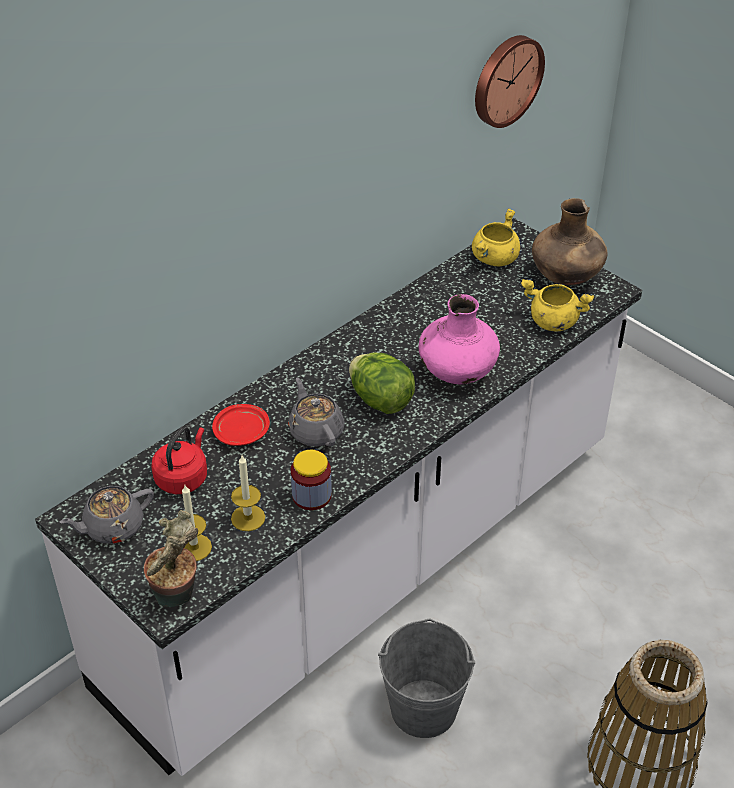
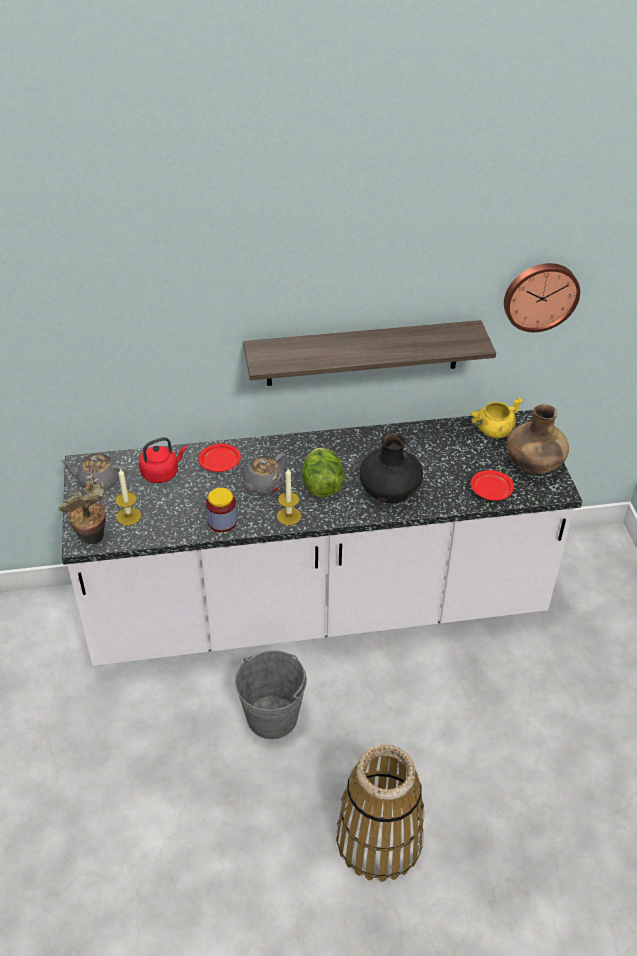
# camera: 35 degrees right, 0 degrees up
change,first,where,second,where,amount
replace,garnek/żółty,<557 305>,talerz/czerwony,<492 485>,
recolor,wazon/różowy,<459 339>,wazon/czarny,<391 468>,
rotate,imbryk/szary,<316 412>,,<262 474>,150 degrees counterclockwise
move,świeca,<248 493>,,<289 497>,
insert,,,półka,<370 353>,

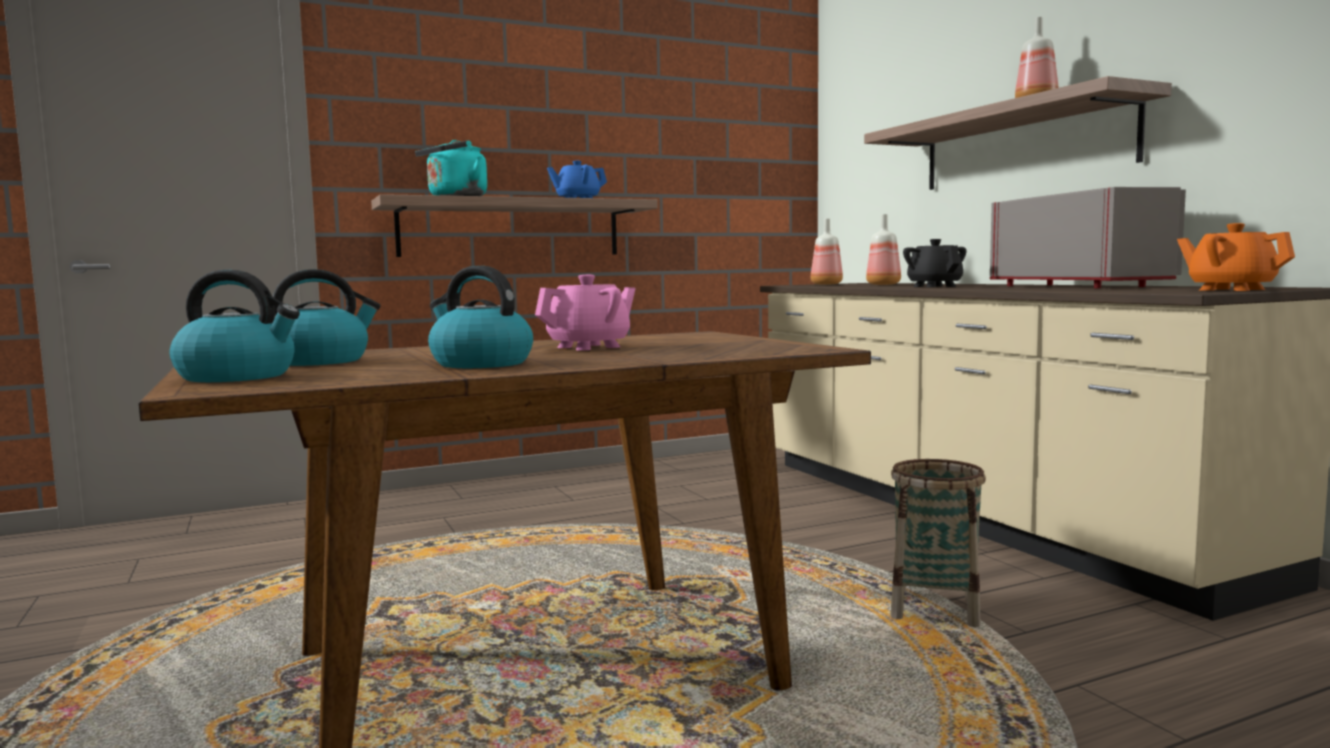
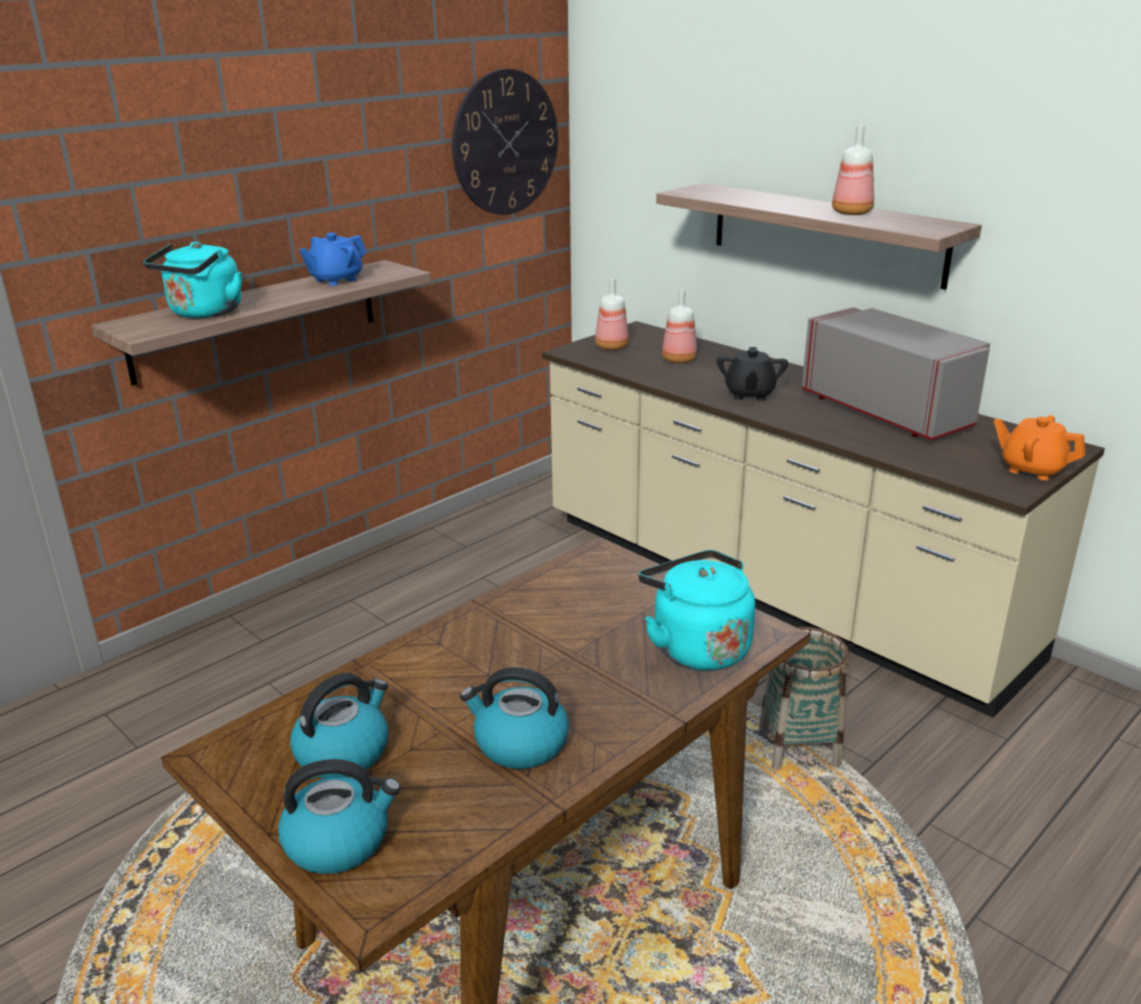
# camera: 20 degrees left, 20 degrees up
change,first,where,second,where,amount
rotate,imbryk/czarny,<935 263>,,<752 374>,135 degrees counterclockwise
delete,imbryk/różowy,<585 313>,,,
insert,,,zegar ścienny,<505 142>,
insert,,,czajnik/turkusowy,<697 610>,

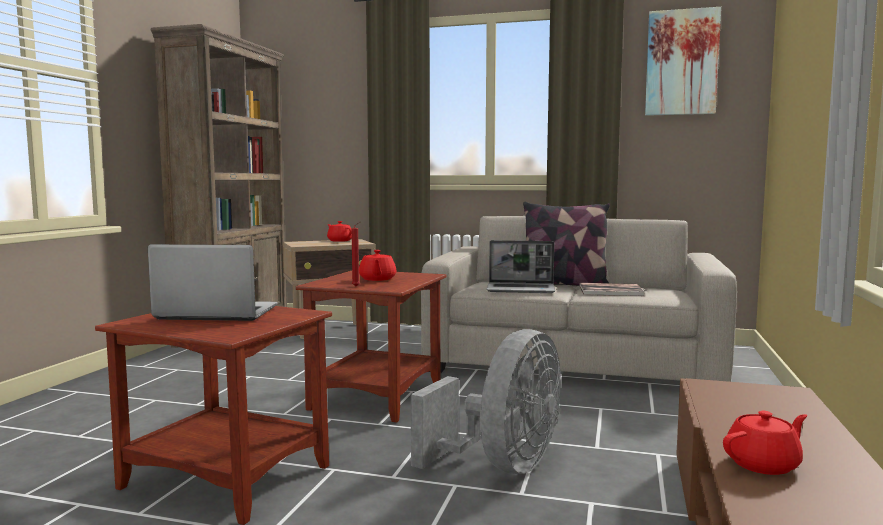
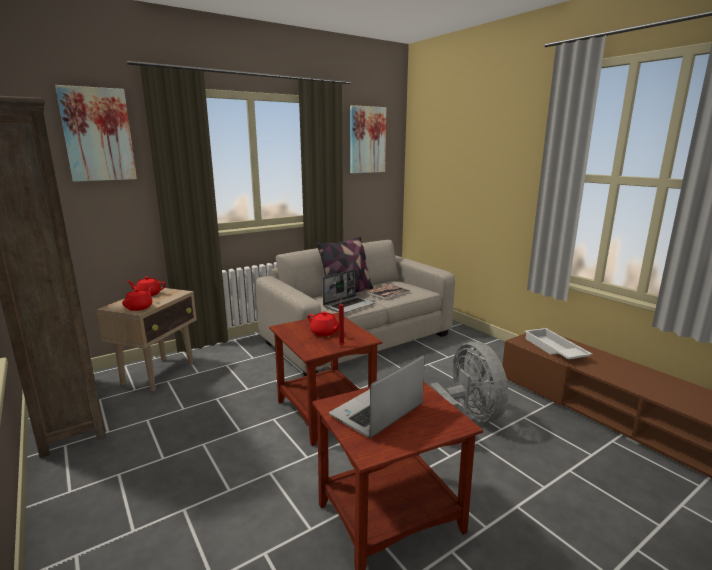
# camera: 50 degrees left, 10 degrees up
change,first,where,second,where,amount
move,imbryk/czerwony,<765 443>,,<137 299>,
insert,,,obraz,<96 133>,
insert,,,taca/biały,<558 343>,

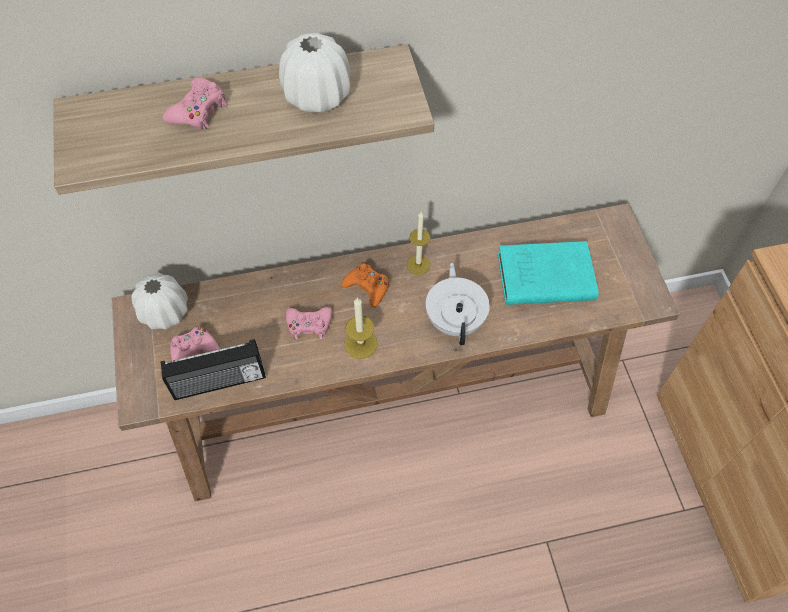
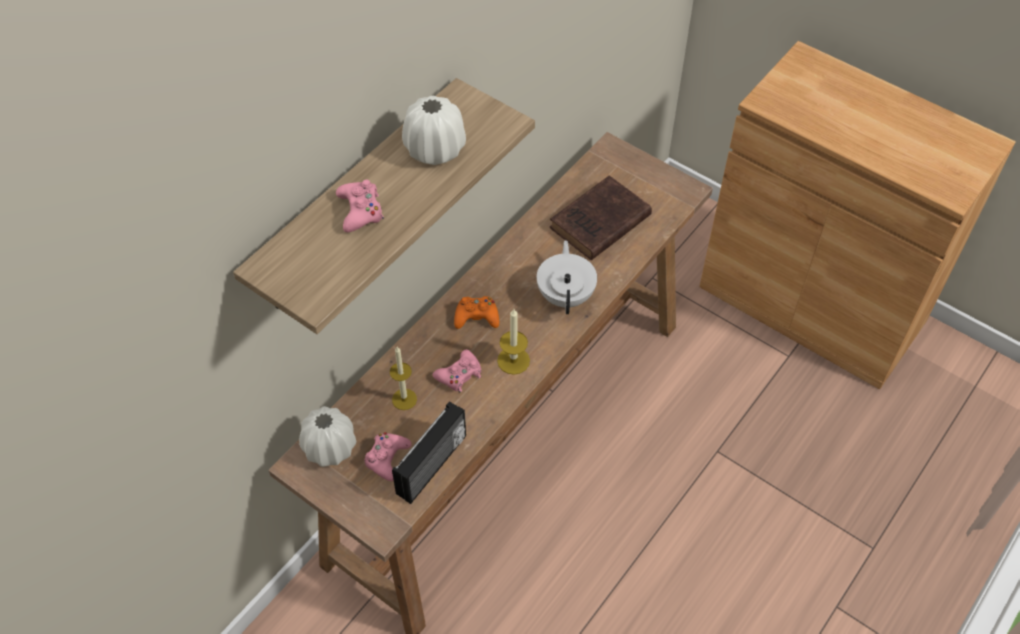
# camera: 40 degrees left, 5 degrees down
change,first,where,second,where,amount
move,świeca,<418 243>,,<403 378>,
recolor,książka/turkusowy,<548 273>,książka/brązowy,<601 218>,
rotate,imbryk/biały,<458 304>,,<567 277>,45 degrees clockwise

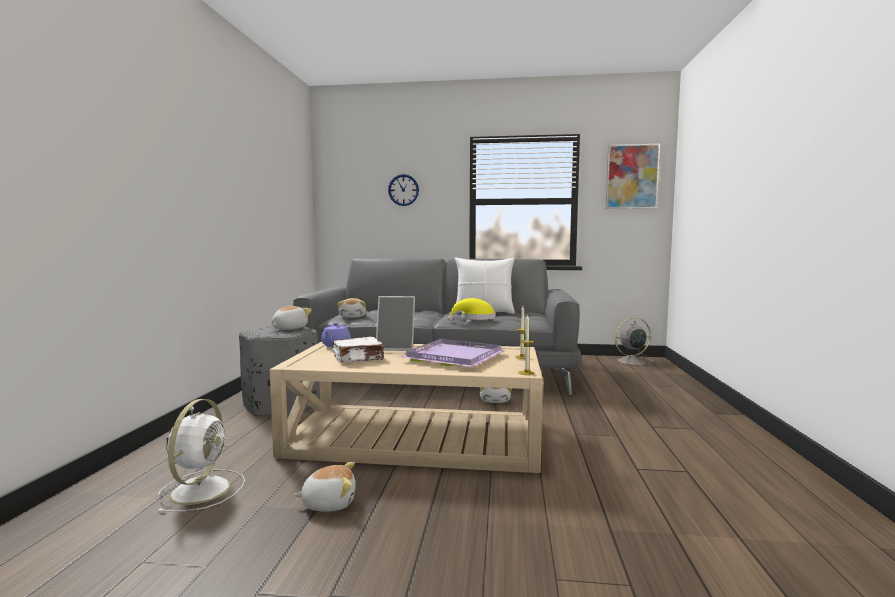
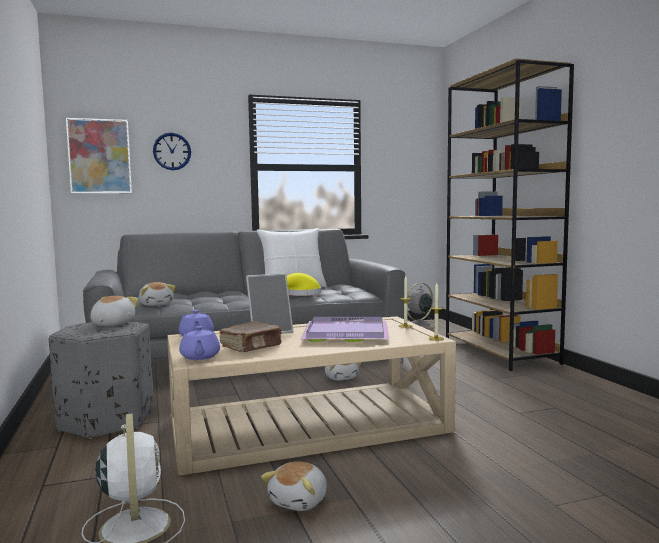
# camera: 25 degrees left, 0 degrees up
change,first,where,second,where,amount
move,obraz,<633 176>,,<99 156>,
recolor,książka/biały,<358 349>,książka/brązowy,<250 336>,
rotate,pluszak,<325 487>,,<294 486>,150 degrees clockwise
insert,,,regał/brązowy,<510 214>,
insert,,,imbryk/fioletowy,<199 343>,

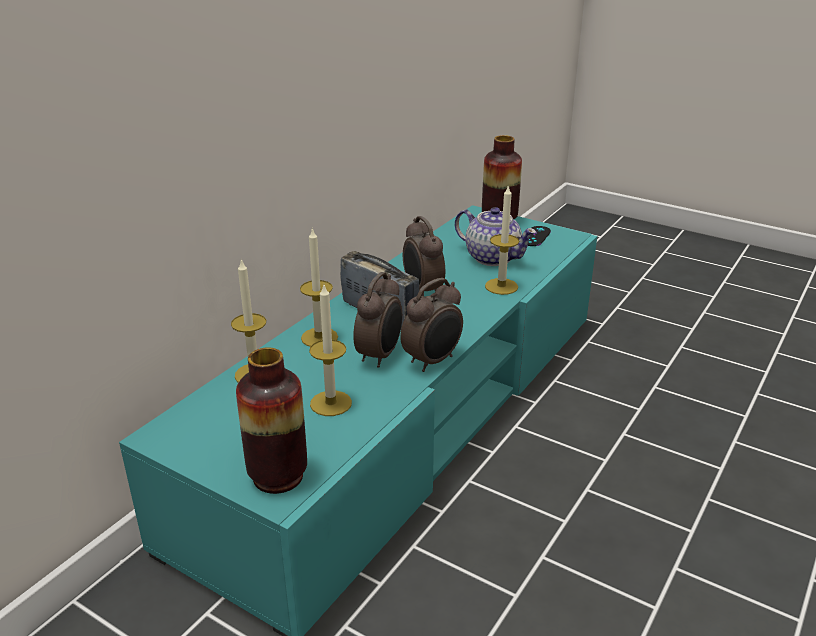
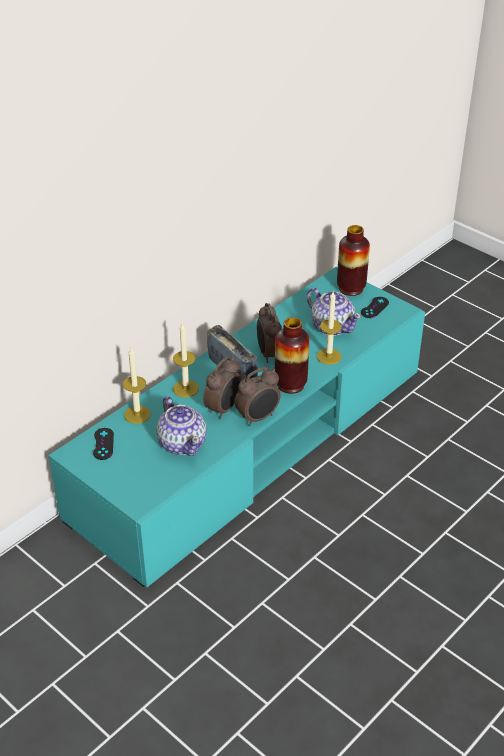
# camera: 10 degrees right, 10 degrees up
change,first,where,second,where,amount
replace,świeca,<330 350>,imbryk,<182 426>,
move,wazon,<271 420>,,<292 355>,
insert,,,pad do gier/czarny,<103 444>,

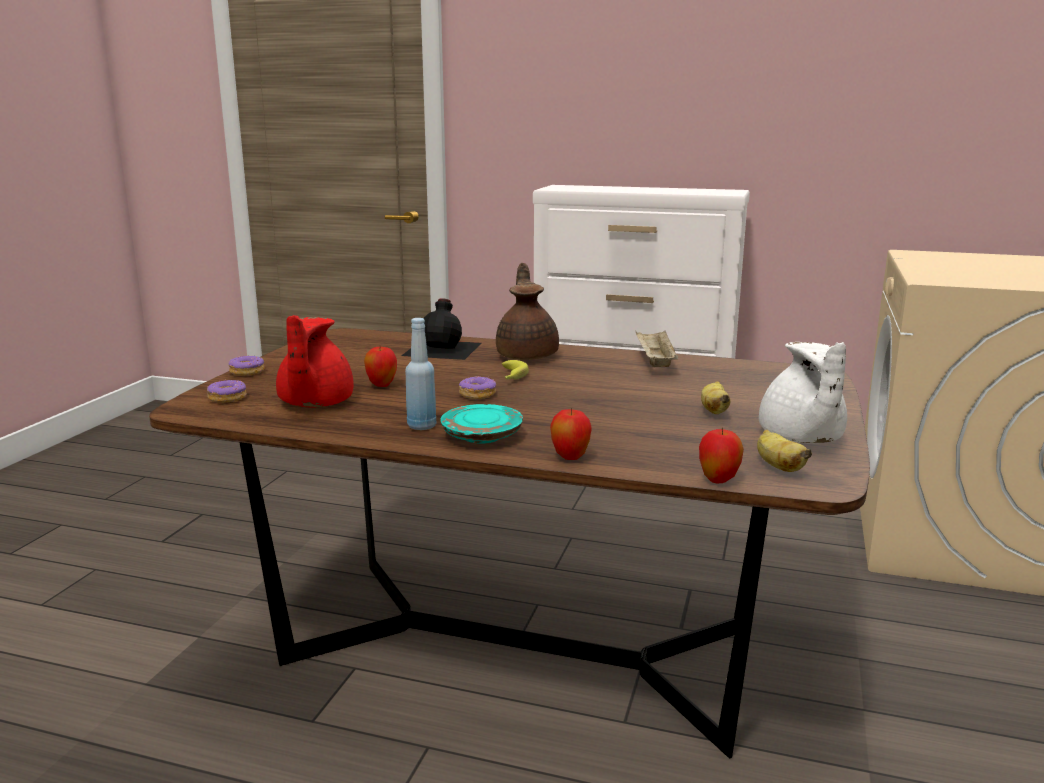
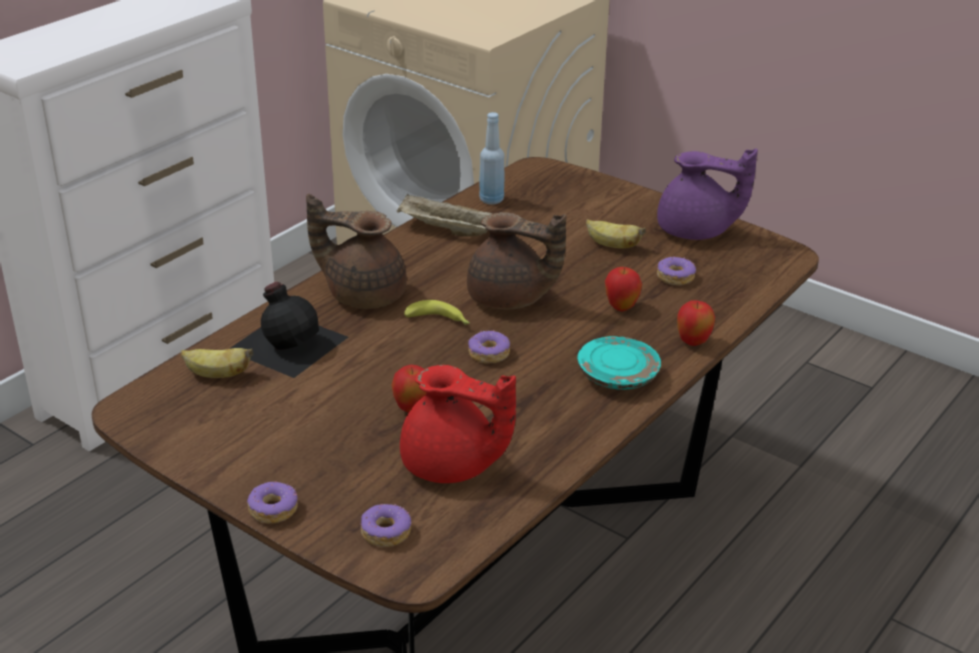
# camera: 70 degrees left, 15 degrees up
change,first,where,second,where,amount
move,butelka/niebieski,<420 374>,,<491 158>,
recolor,imbryk/biały,<803 392>,imbryk/fioletowy,<707 194>,
move,jabłko,<721 455>,,<623 289>,
move,banan,<784 451>,,<217 363>,
insert,,,imbryk/brązowy,<516 261>,
insert,,,donut,<676 271>,

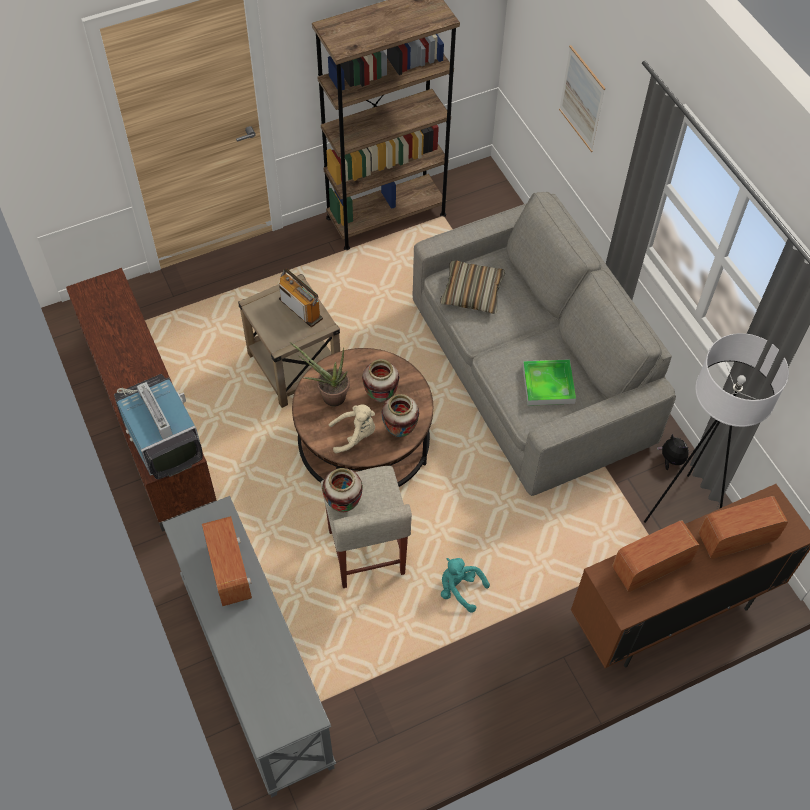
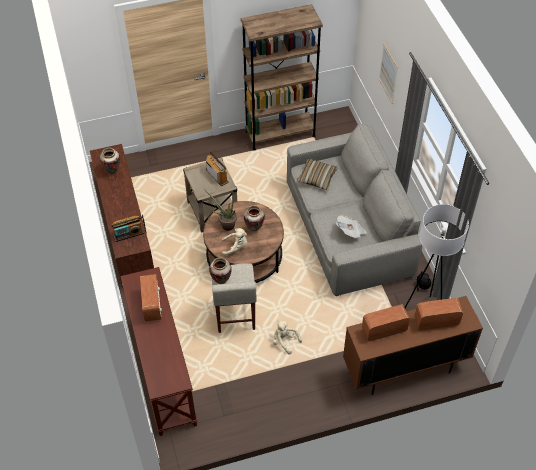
# camera: 10 degrees right, 5 degrees down
change,first,where,second,where,amount
replace,taca,<549 382>,gazeta,<351 226>,
replace,telewizor,<158 427>,radio,<127 229>,
move,wazon,<400 415>,,<110 161>,
recolor,stolik konsolowy/szary,<249 647>,stolik konsolowy/brązowy,<159 351>,
recolor,pluszak/turkusowy,<465 585>,pluszak/beżowy,<287 338>,

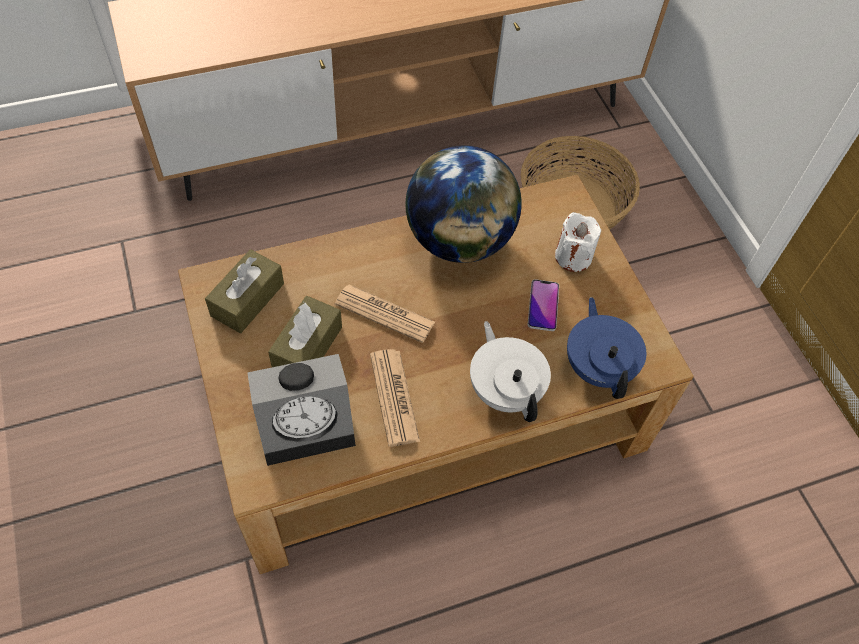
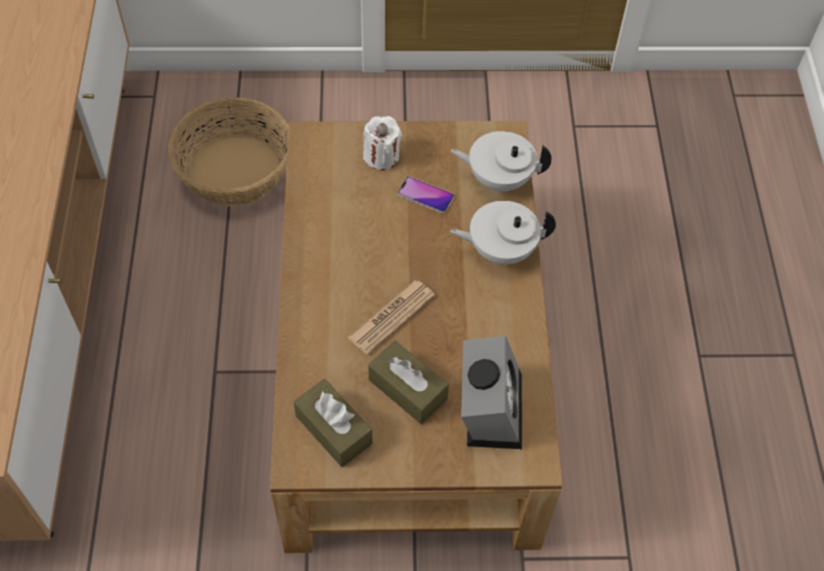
# camera: 70 degrees left, 0 degrees up
change,first,where,second,where,amount
delete,globus,<463 204>,,,
recolor,imbryk/niebieski,<606 348>,imbryk/biały,<501 161>,
delete,gazeta,<395 398>,,,

